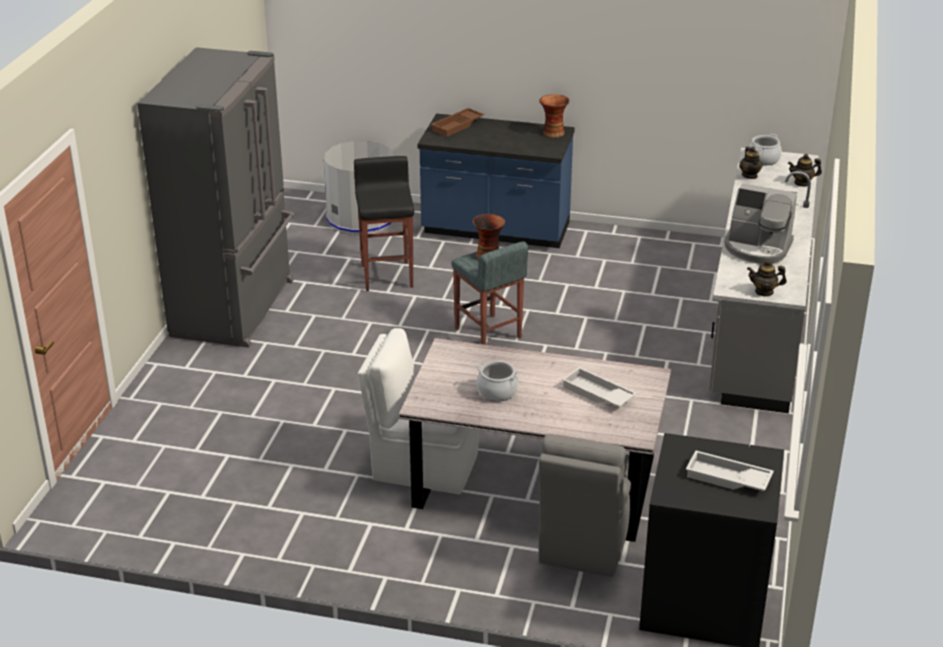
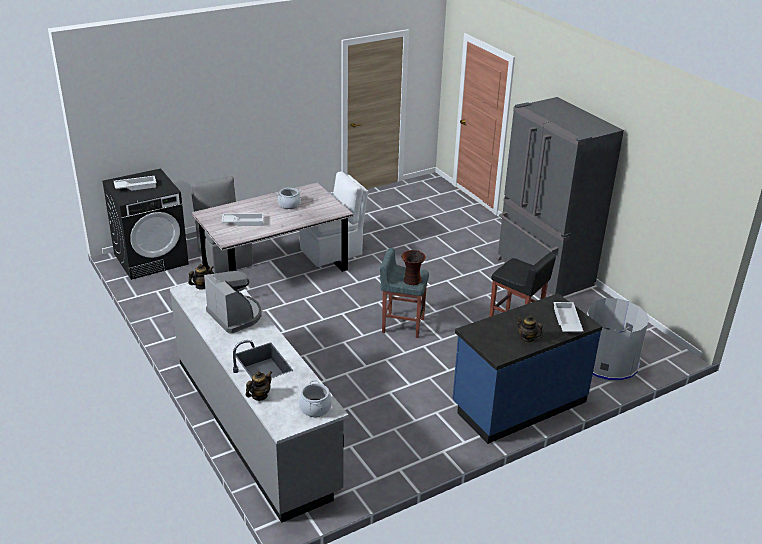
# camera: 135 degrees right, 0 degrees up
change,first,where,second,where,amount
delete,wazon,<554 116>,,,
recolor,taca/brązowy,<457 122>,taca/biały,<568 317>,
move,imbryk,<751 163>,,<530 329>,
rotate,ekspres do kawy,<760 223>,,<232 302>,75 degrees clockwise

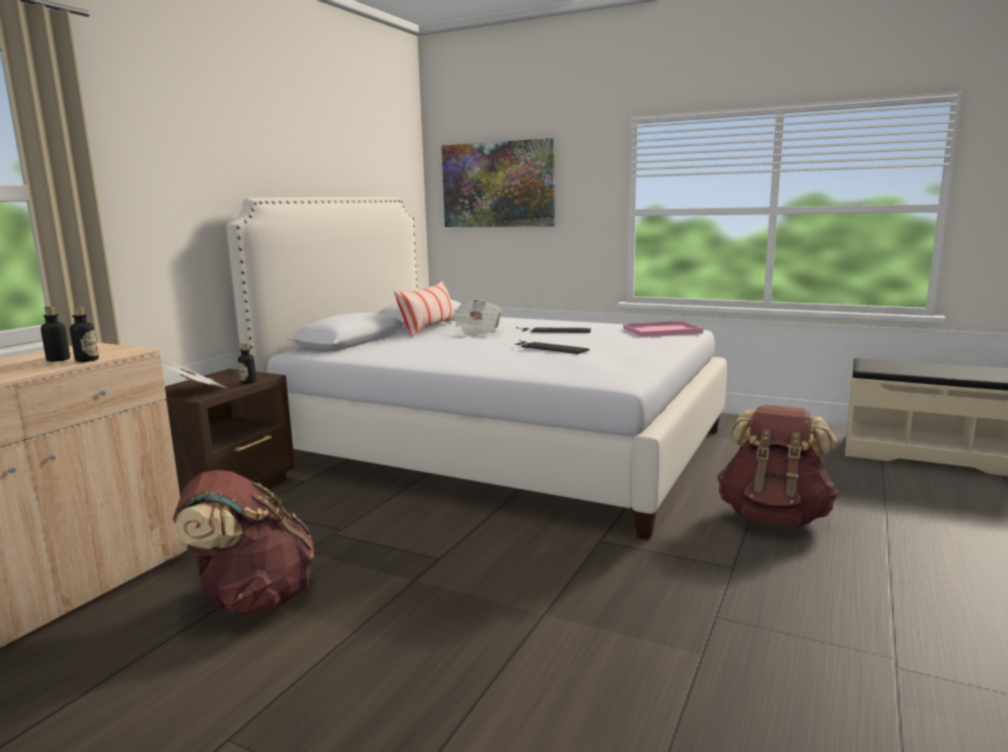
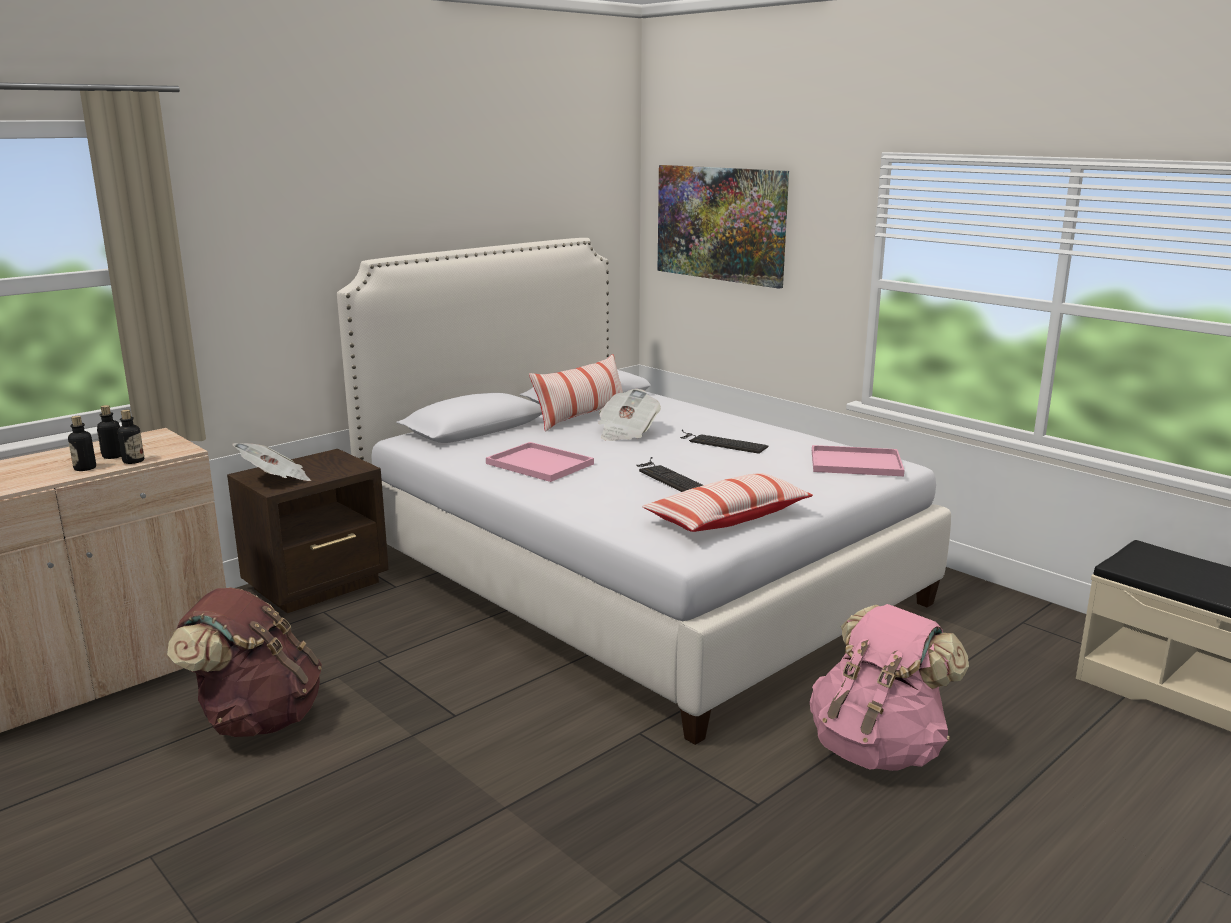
# camera: 20 degrees right, 5 degrees up
change,first,where,second,where,amount
move,butelka,<247 363>,,<82 443>,
recolor,plecak/brązowy,<777 465>,plecak/różowy,<889 687>,
insert,,,taca/różowy,<540 462>,
insert,,,poduszka,<727 502>,

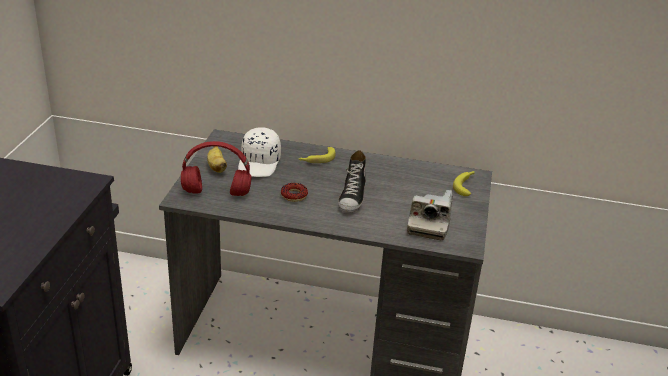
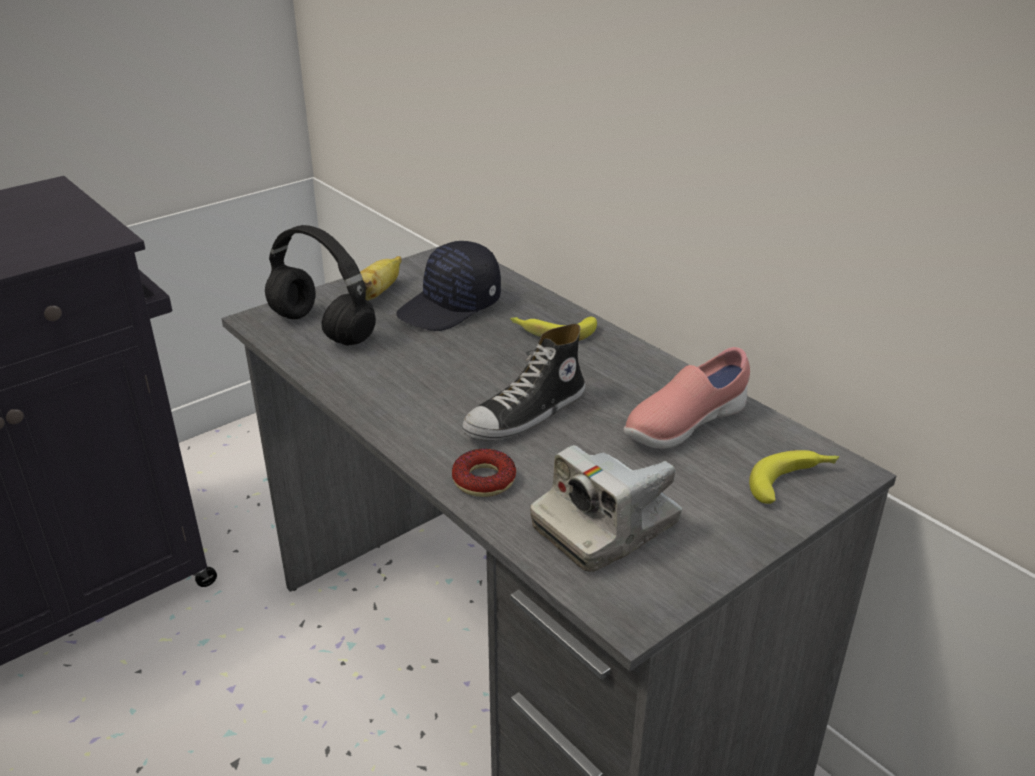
# camera: 40 degrees right, 0 degrees up
change,first,where,second,where,amount
recolor,czapka z daszkiem/biały,<259 152>,czapka z daszkiem/czarny,<449 286>,
recolor,słuchawki/czerwony,<216 168>,słuchawki/czarny,<320 285>,
move,donut,<294 192>,,<484 472>,
insert,,,but/różowy,<687 398>,

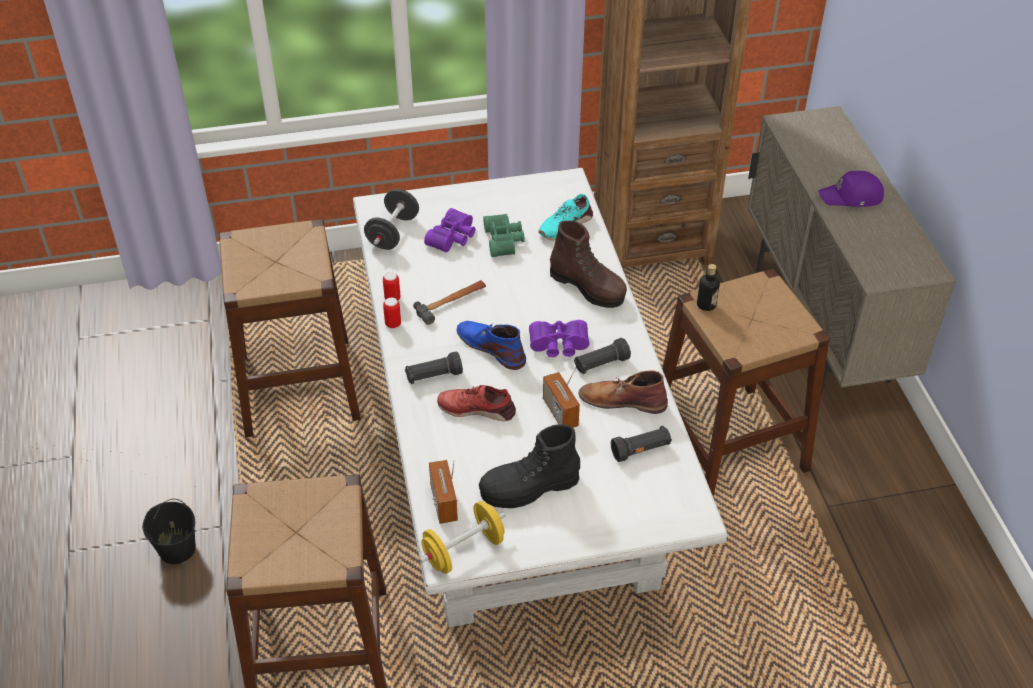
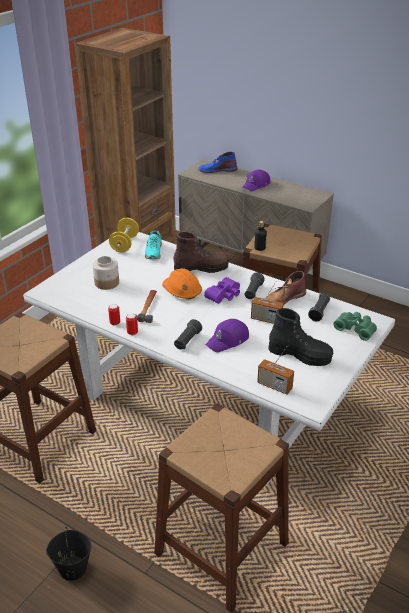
# camera: 45 degrees left, 10 degrees down
change,first,where,second,where,amount
delete,hantel/czarny,<391 219>,,,
replace,lornetka/fioletowy,<449 230>,słoik,<106 273>,
move,lornetka/zielony,<504 235>,,<355 326>,
move,but z cholewką/niebieski,<491 345>,,<217 162>,
replace,but/czerwony,<476 403>,czapka z daszkiem/fioletowy,<227 335>,
rotate,but z cholewką/czarny,<529 466>,,<300 337>,90 degrees counterclockwise
move,hantel/żółty,<462 537>,,<124 235>,
insert,,,kask/pomarańczowy,<182 283>,

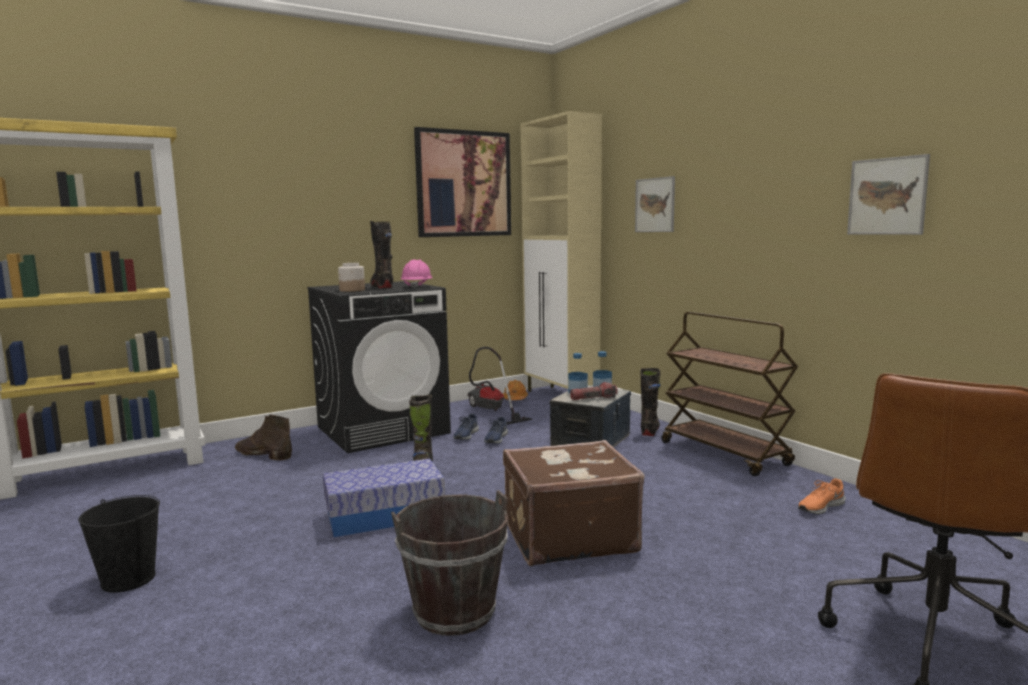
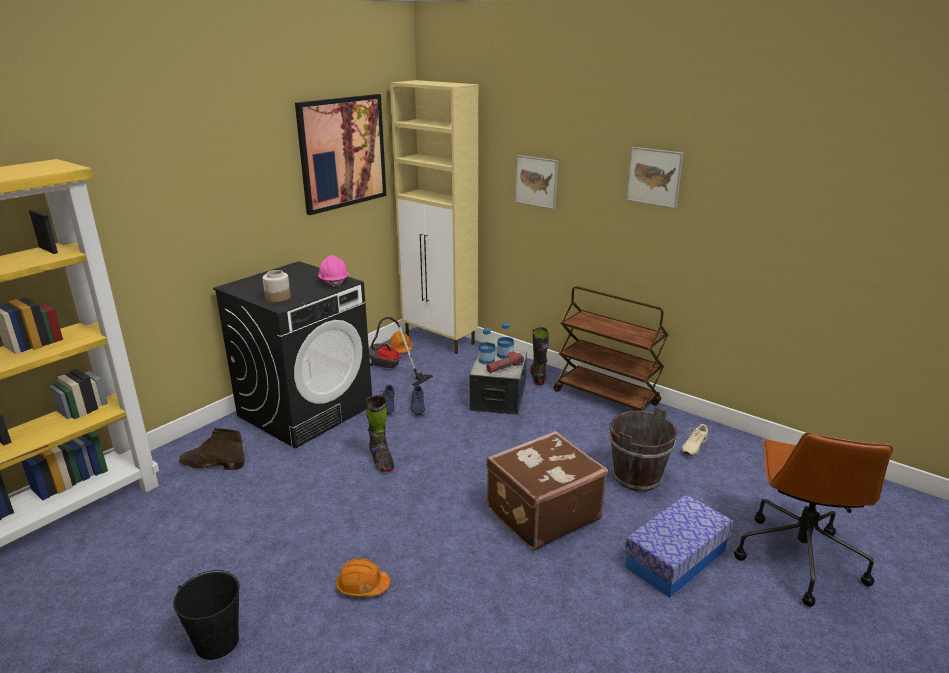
# camera: 20 degrees left, 15 degrees up
change,first,where,second,where,amount
move,obraz,<888 194>,,<654 178>,
delete,but z cholewką/czarny,<381 254>,,,
move,pojemnik do przechowywania,<384 498>,,<679 546>,
recolor,but/pomarańczowy,<822 496>,but/beżowy,<694 440>,
move,wiadro/brązowy,<449 563>,,<643 449>,
insert,,,kask/pomarańczowy,<363 577>,

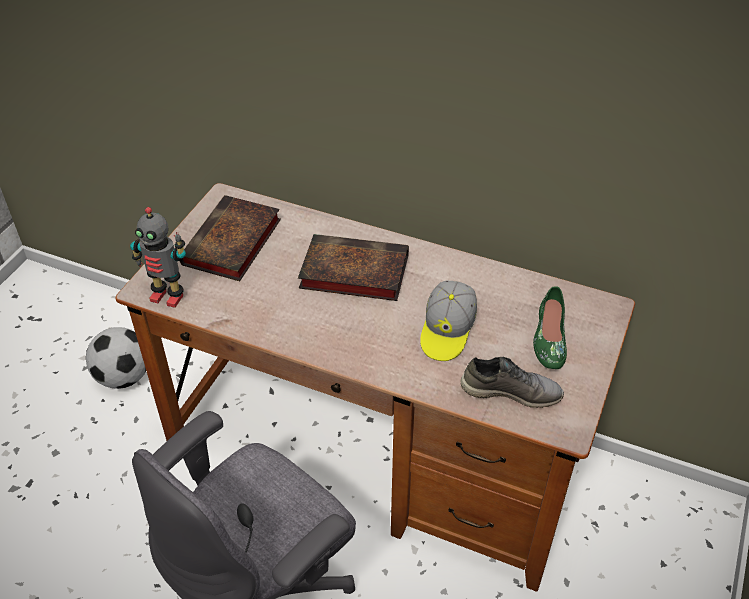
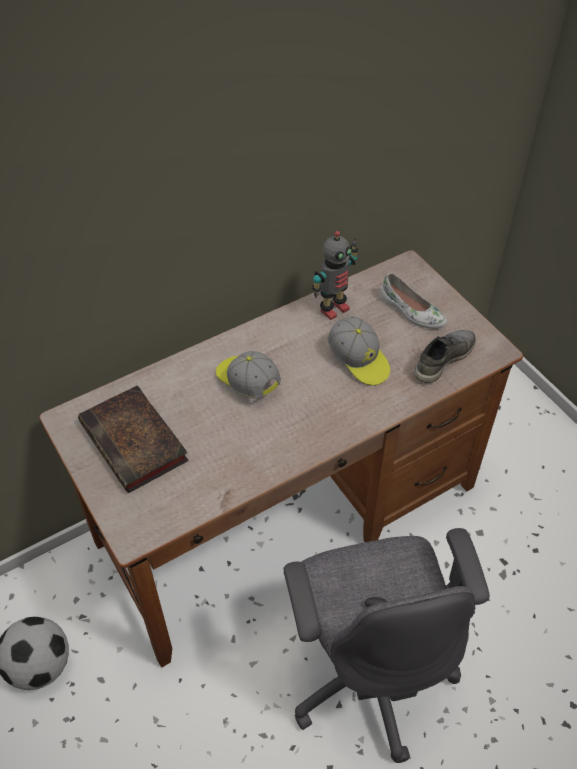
# camera: 55 degrees left, 5 degrees up
change,first,where,second,where,amount
move,robot zabawkowy,<158 257>,,<335 276>,
replace,książka,<353 267>,czapka z daszkiem,<248 374>,
recolor,but/zielony,<550 327>,but/biały,<413 301>,

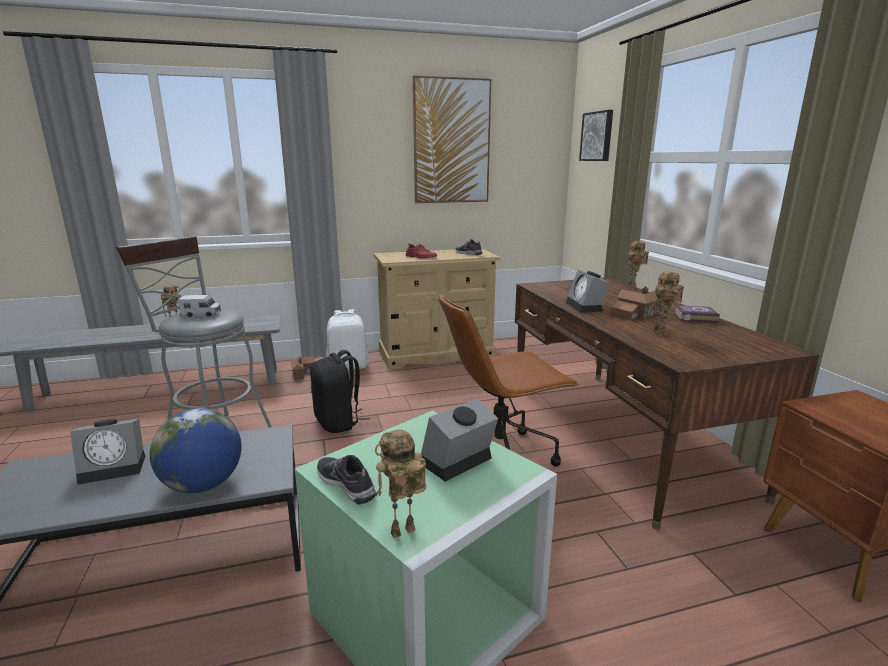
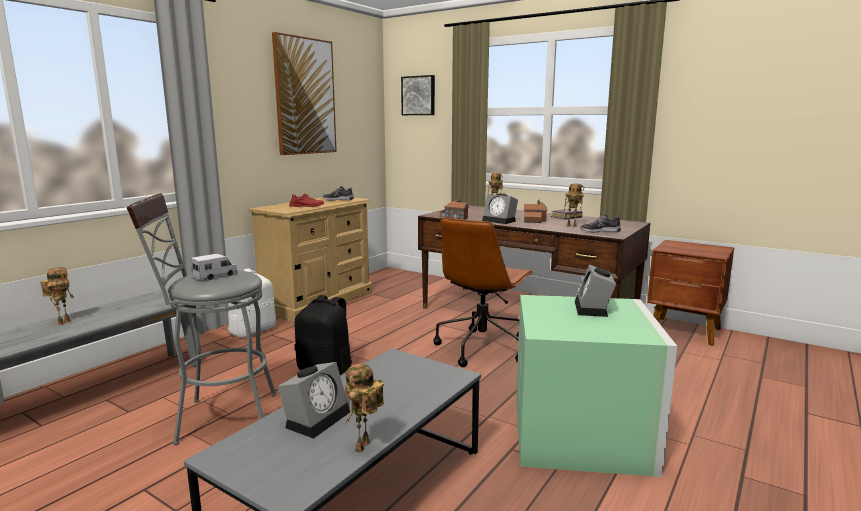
# camera: 40 degrees left, 5 degrees down
change,first,where,second,where,amount
move,domek,<303 368>,,<454 209>,
delete,globus,<196 450>,,,
move,robot zabawkowy,<400 484>,,<364 408>,
move,but,<346 479>,,<600 223>,

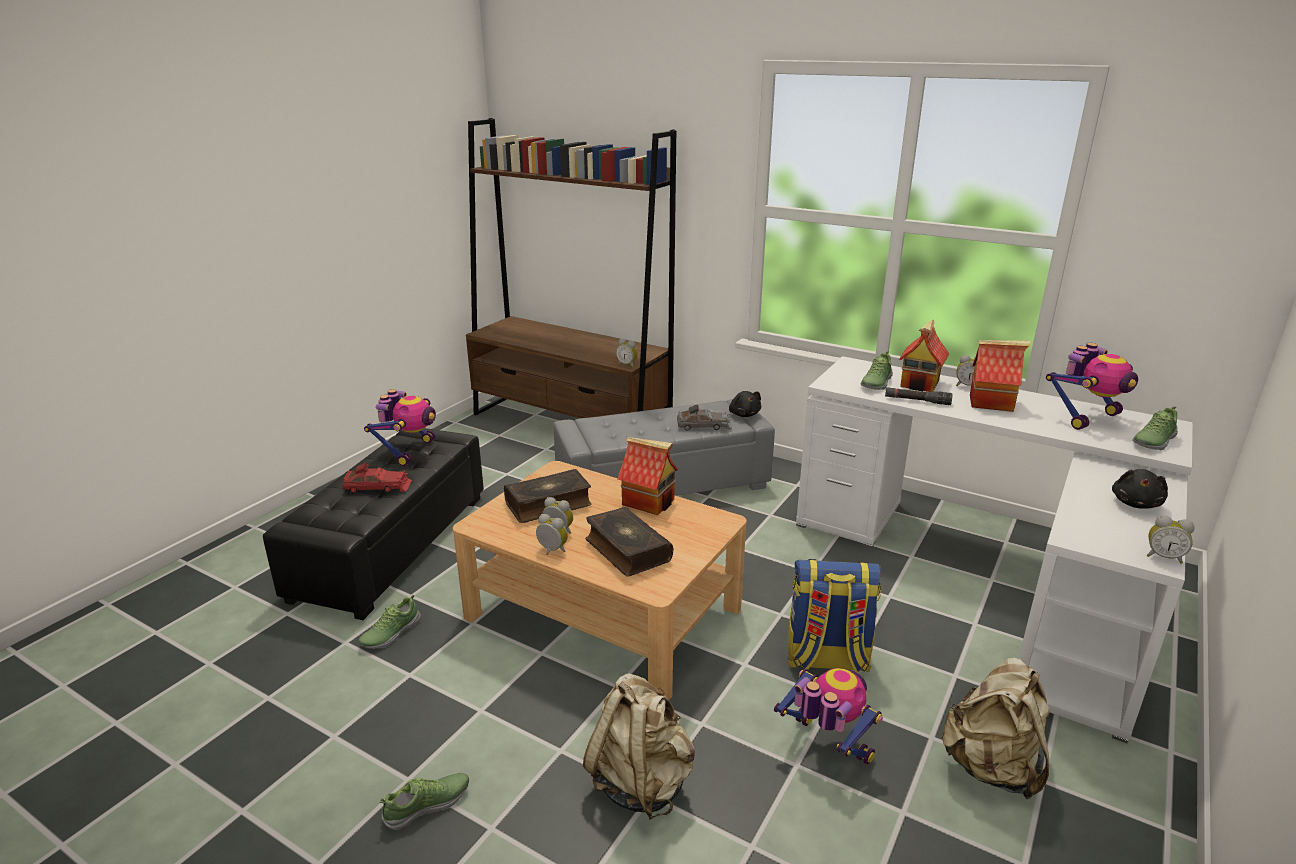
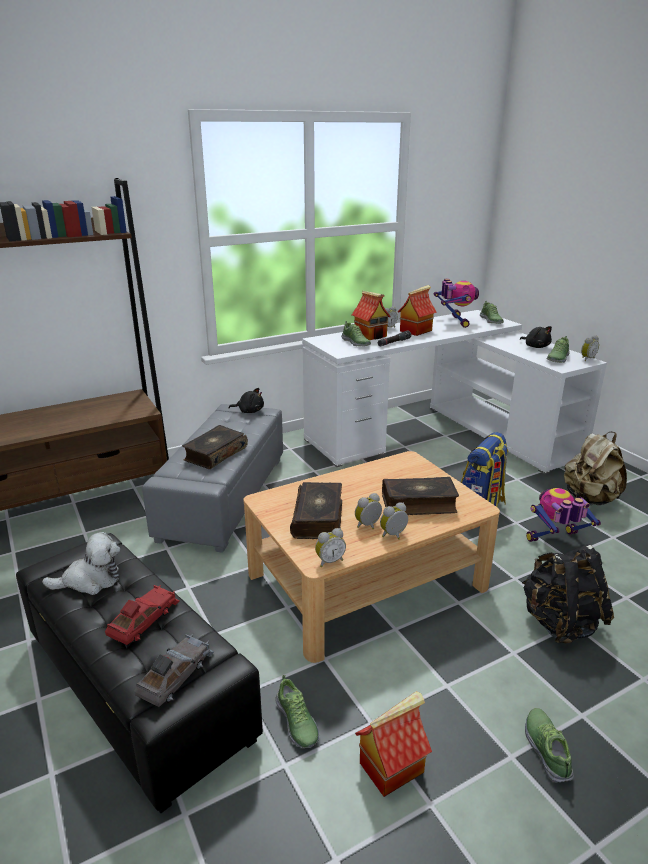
# camera: 60 degrees left, 0 degrees up
change,first,where,second,where,amount
move,budzik,<627 353>,,<330 547>,
replace,robot zabawkowy,<400 427>,pluszak,<81 563>,
move,samochodzik/szary,<704 418>,,<174 670>,
move,domek,<647 476>,,<393 744>,
recolor,plecak/beżowy,<639 746>,plecak/czarny,<568 594>,
insert,,,but,<558 349>,
insert,,,książka,<215 447>,

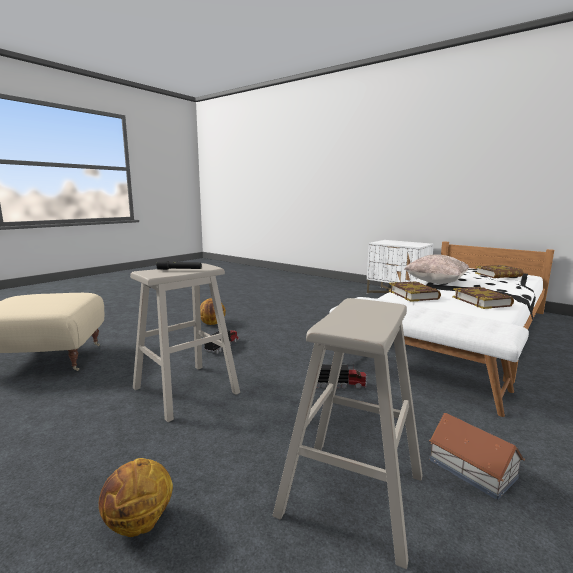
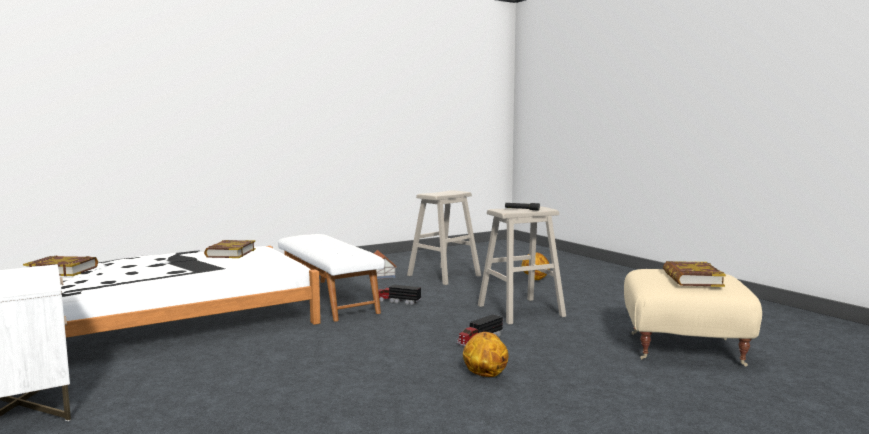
# camera: 160 degrees left, 5 degrees down
change,first,where,second,where,amount
delete,poduszka/beżowy,<436 269>,,,
move,książka,<415 291>,,<694 274>,

